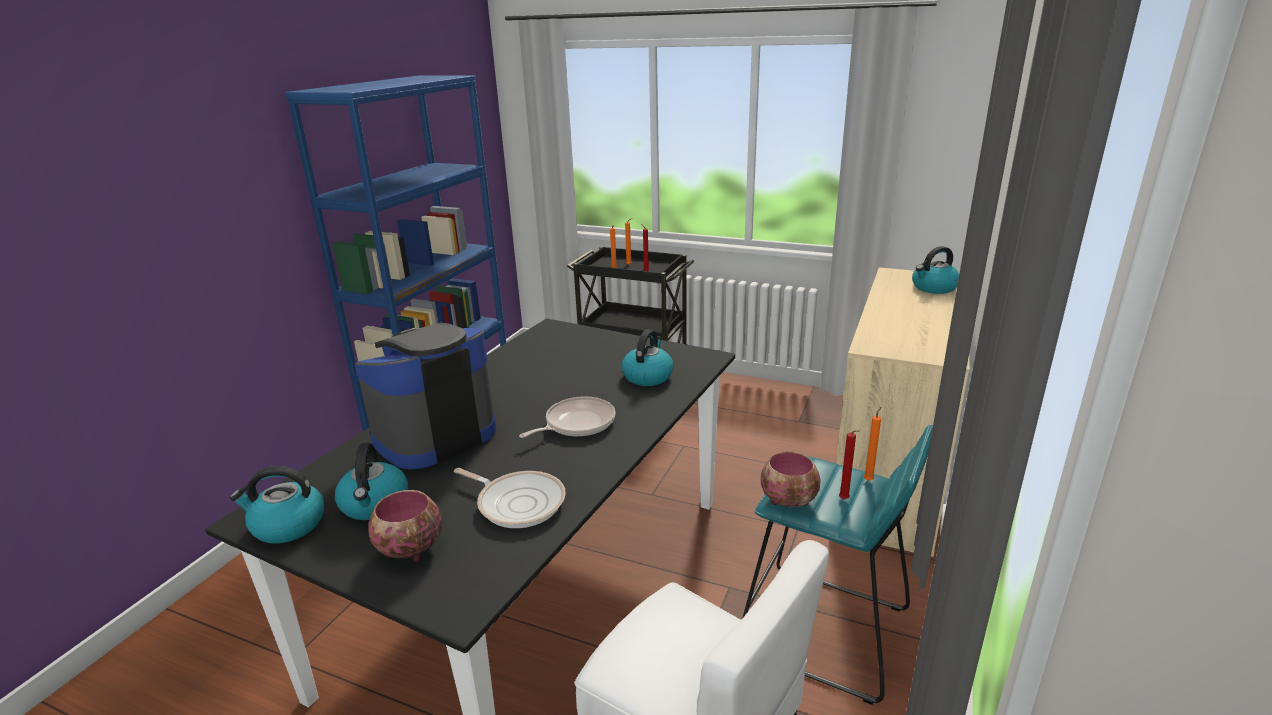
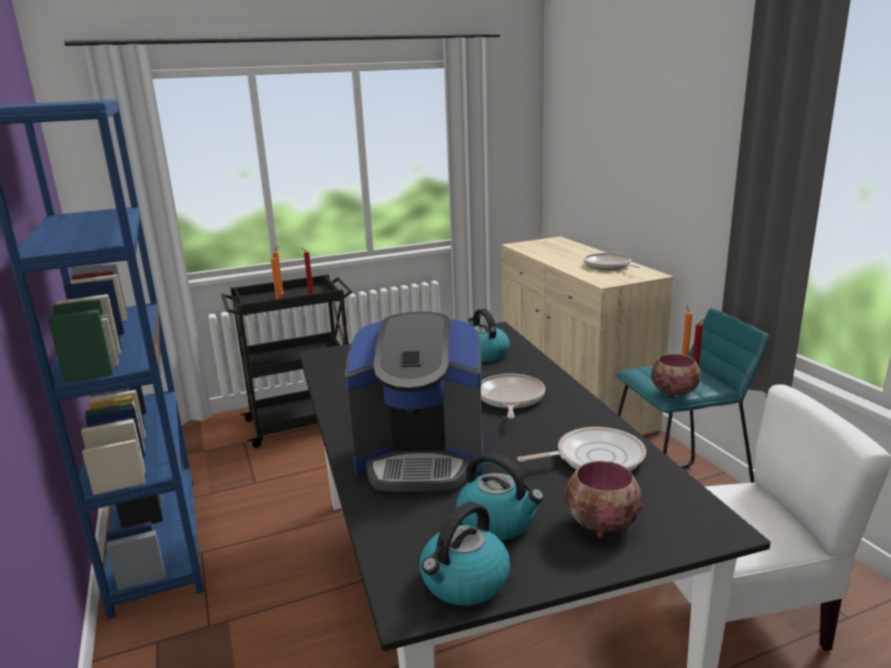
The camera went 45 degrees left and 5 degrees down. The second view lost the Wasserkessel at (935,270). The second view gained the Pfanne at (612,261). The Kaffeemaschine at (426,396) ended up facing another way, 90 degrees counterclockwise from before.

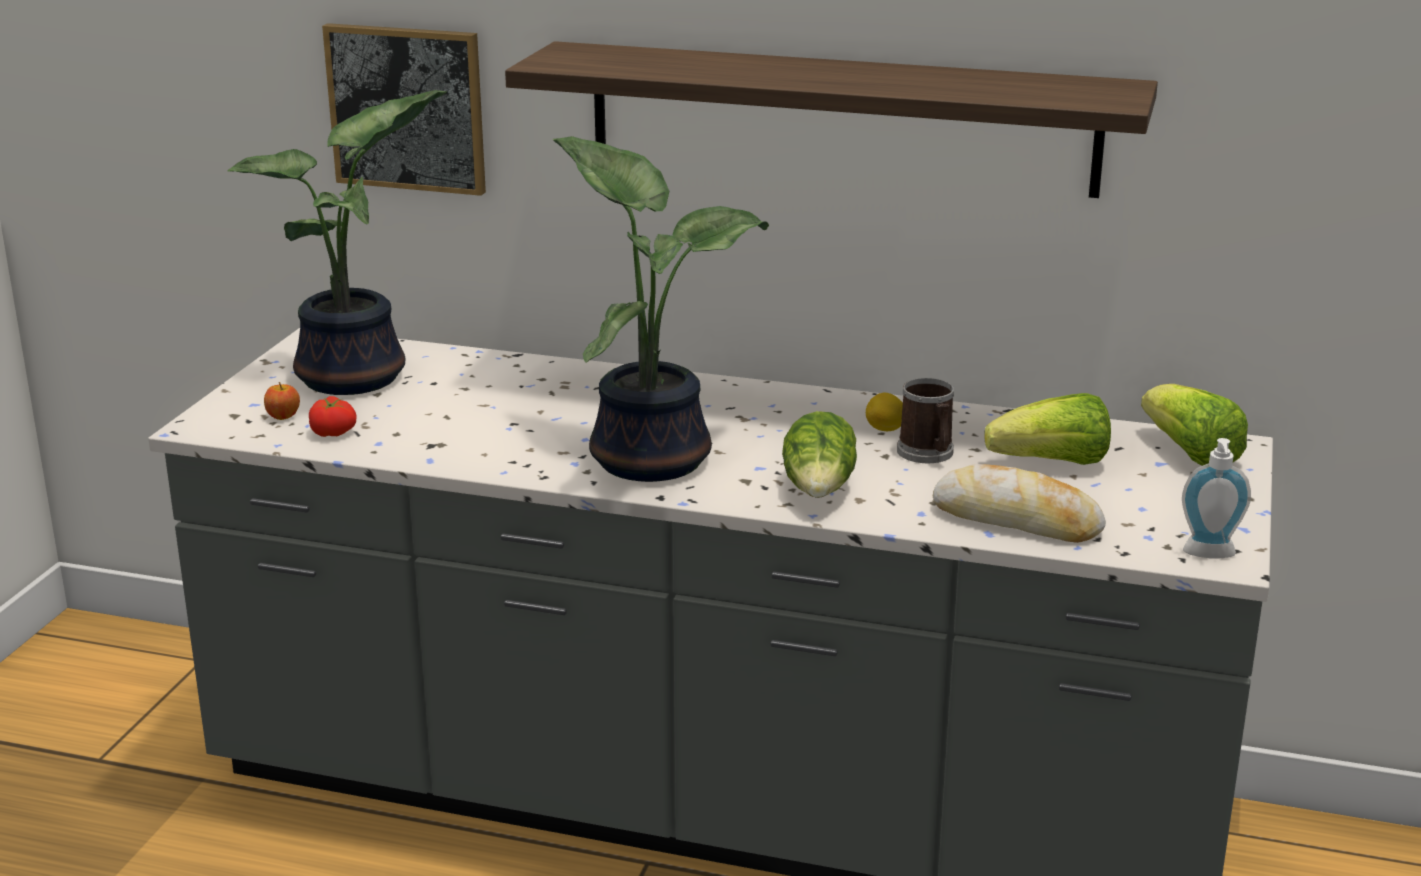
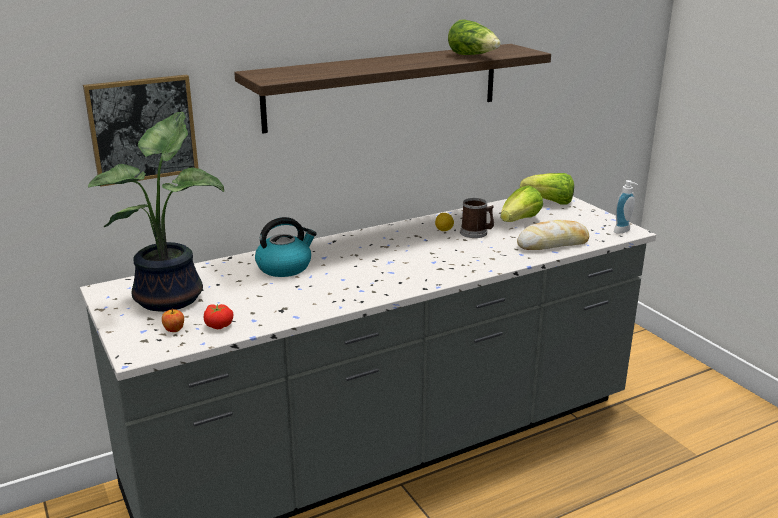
The camera went 45 degrees left and 0 degrees up. The second view lost the Topfpflanze at (661,309). The second view gained the Wasserkessel at (286,247). The Salatkopf ended up elsewhere, having gone from (819,454) to (474,37).

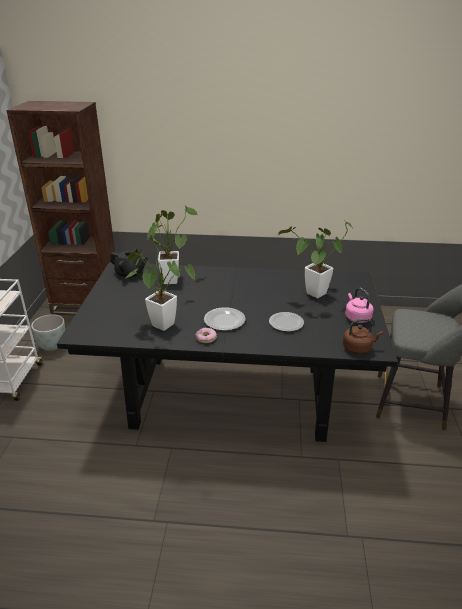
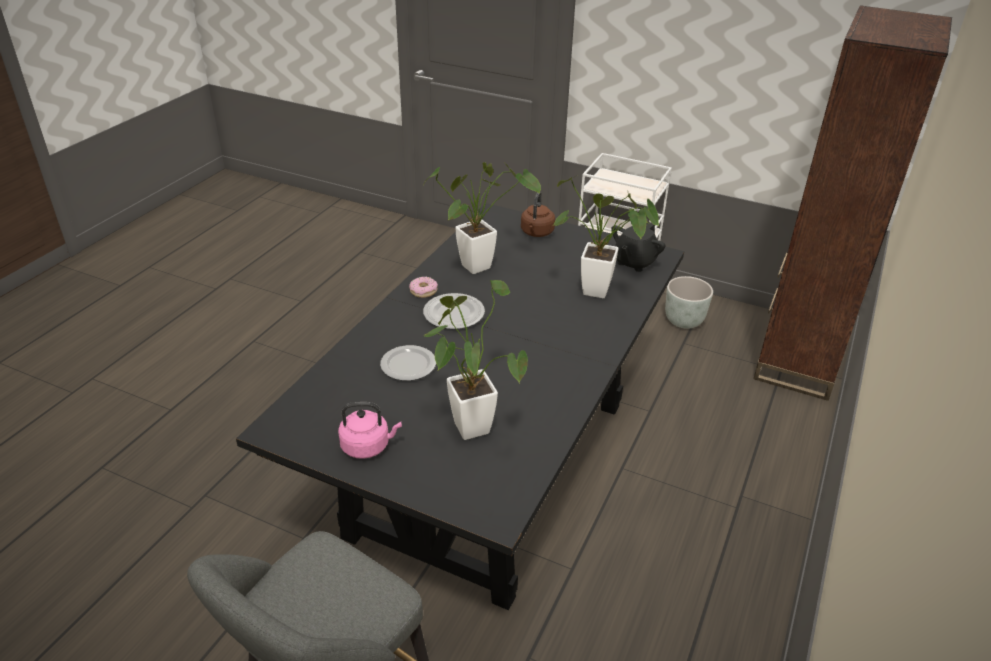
The camera went 110 degrees right and 5 degrees up. The Wasserkessel [braun] ended up elsewhere, having gone from (363,336) to (538,214).

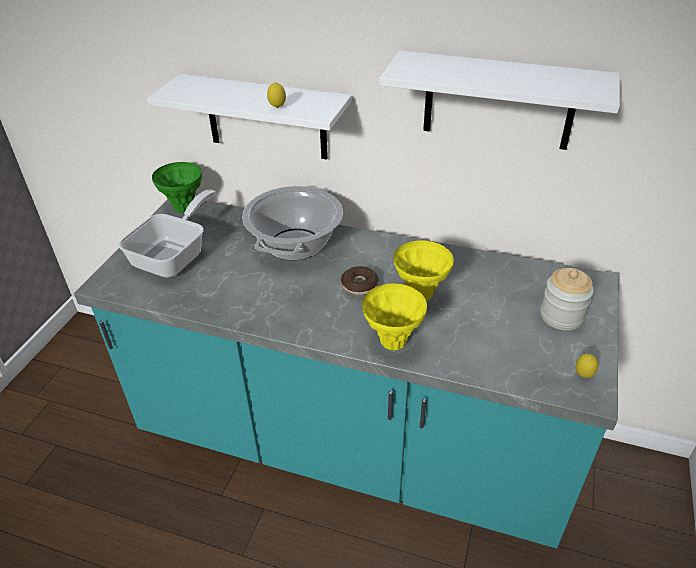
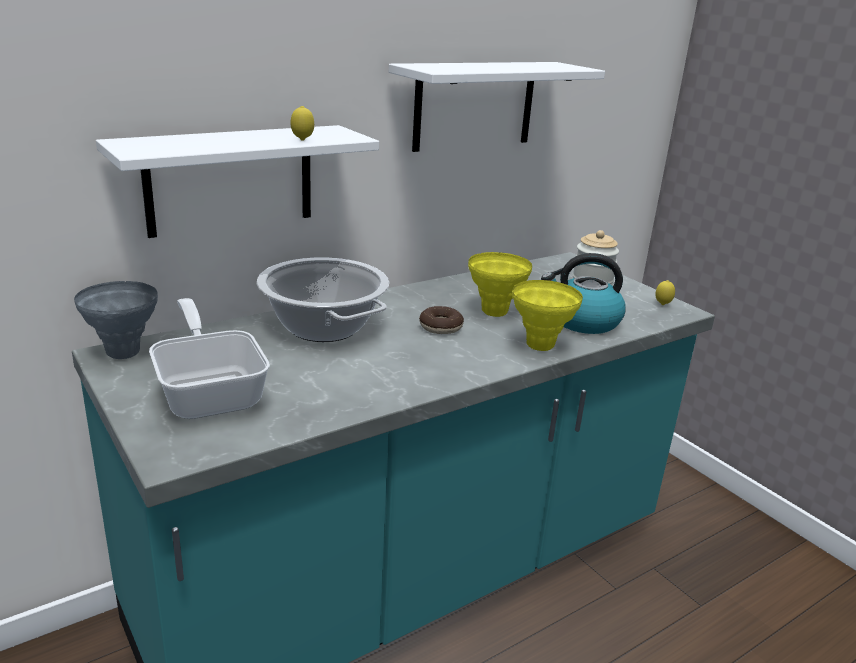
The camera went 55 degrees left and 15 degrees down. The second view gained the Wasserkessel at (583,293). What was the Vase [grün] at (177,187) turned into the Vase [grau] at (116,320).

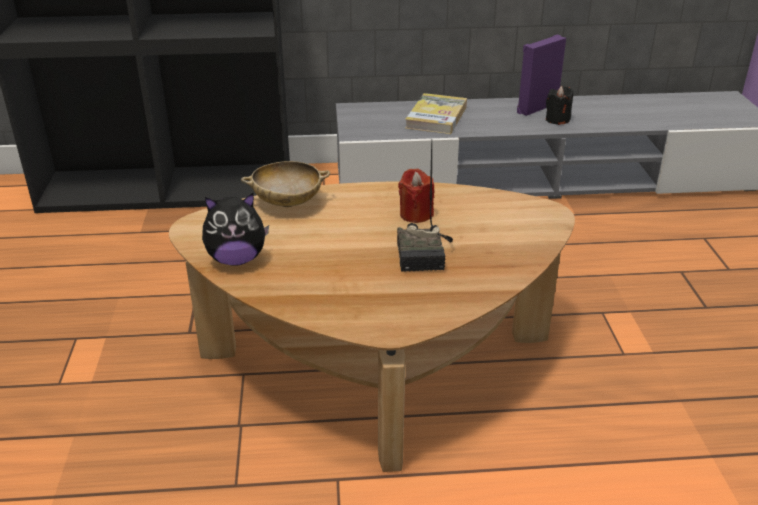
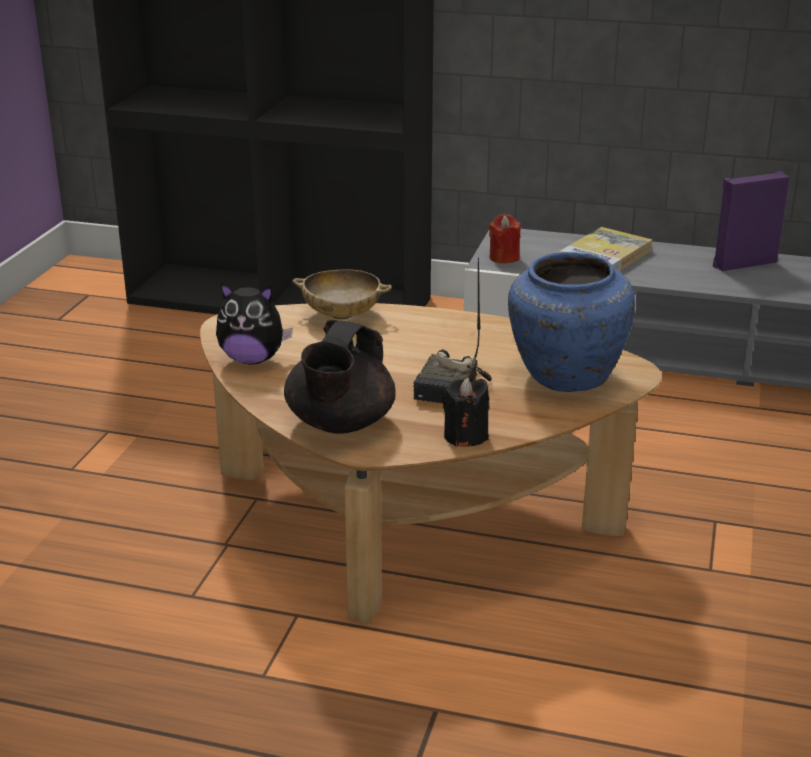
The camera went 20 degrees right and 5 degrees down. The second view gained the Teekanne [schwarz] at (339,377). The second view gained the Vase [blau] at (571,322). The Kerze [rot] ended up elsewhere, having gone from (416,196) to (505,238). The Kerze [schwarz] ended up elsewhere, having gone from (559,105) to (466,412).

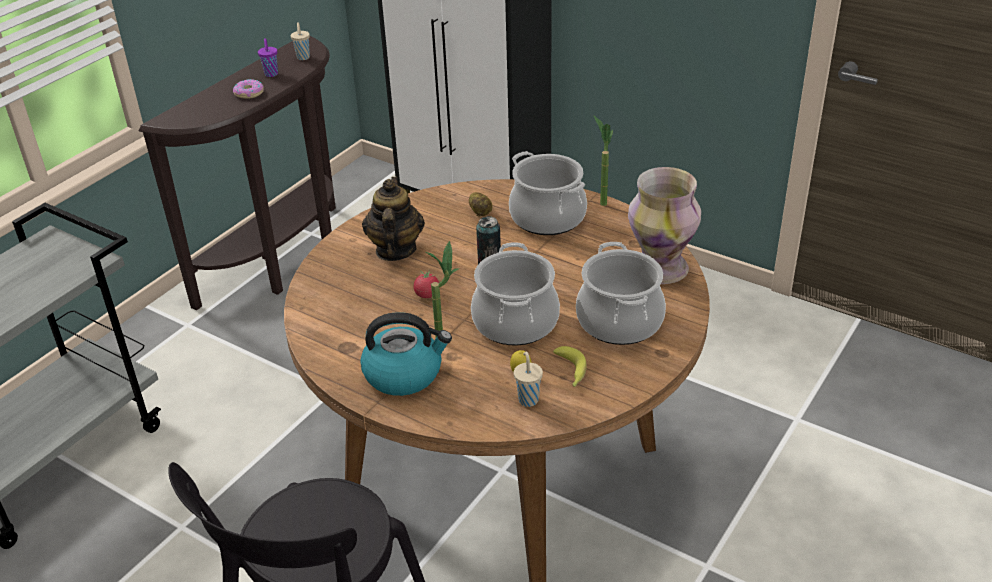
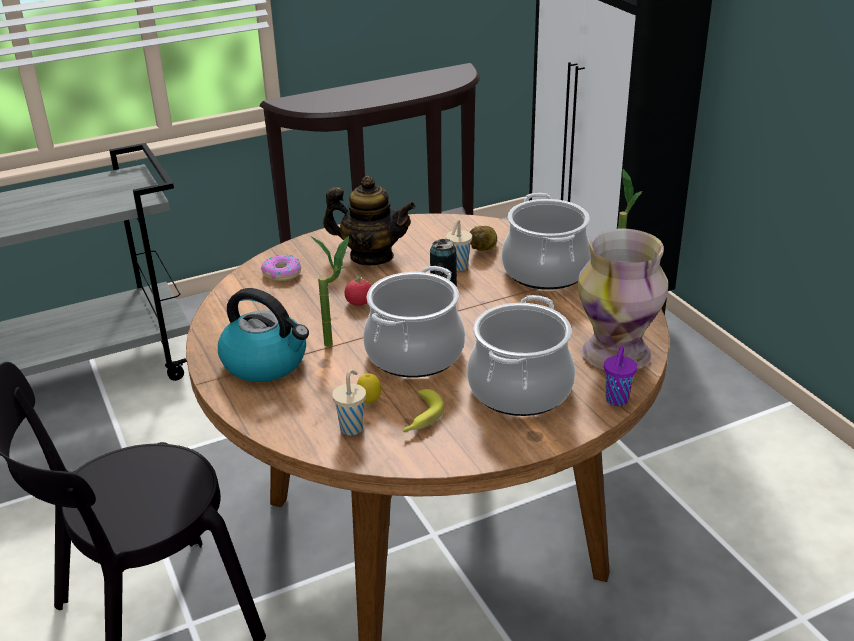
The camera went 30 degrees right and 5 degrees down. The Donut ended up elsewhere, having gone from (248,89) to (281,268). The Tasse [lila] ended up elsewhere, having gone from (268,57) to (620,376). The Tasse [beige] ended up elsewhere, having gone from (300,41) to (459,245). The Teekanne at (393,219) ended up facing another way, 75 degrees clockwise from before.

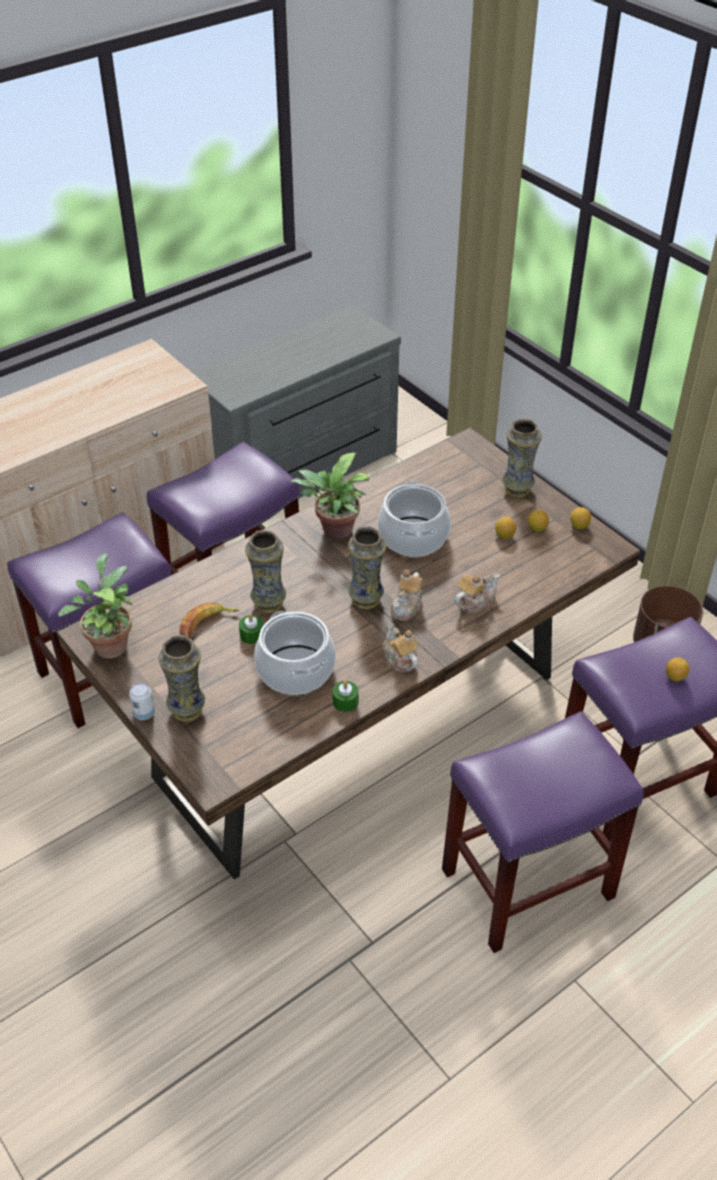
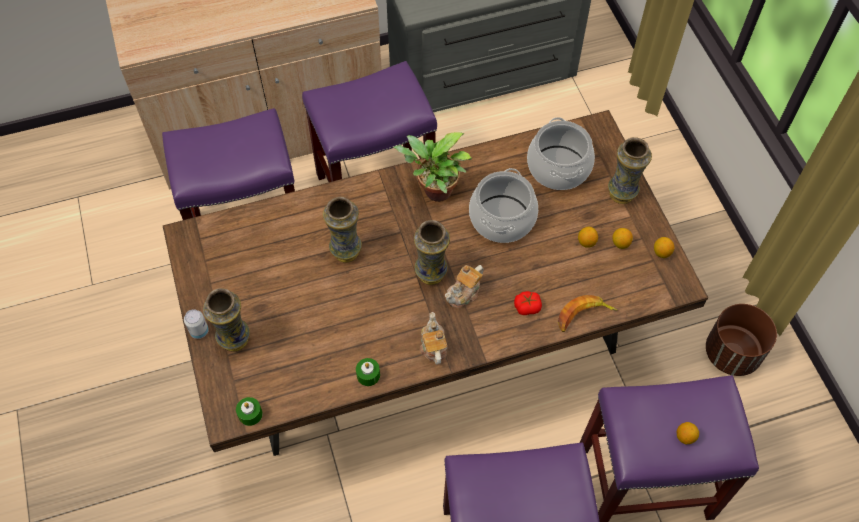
The camera went 20 degrees right and 15 degrees up. The second view lost the Topfpflanze at (95,606). The Banane ended up elsewhere, having gone from (210,621) to (587,313). The Kerze [grün] ended up elsewhere, having gone from (251,629) to (249,411). The Kochtopf ended up elsewhere, having gone from (295,653) to (561,153). Where the Teekanne stood at (477,593), the Tomate came to stand at (528,303).

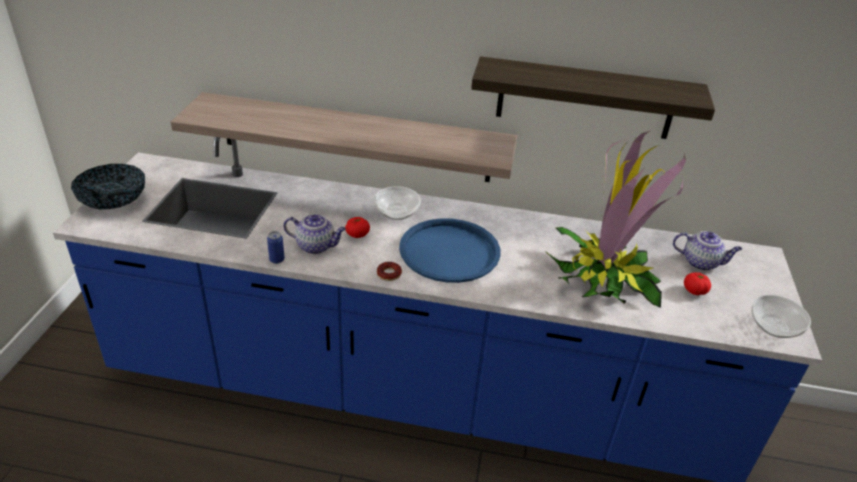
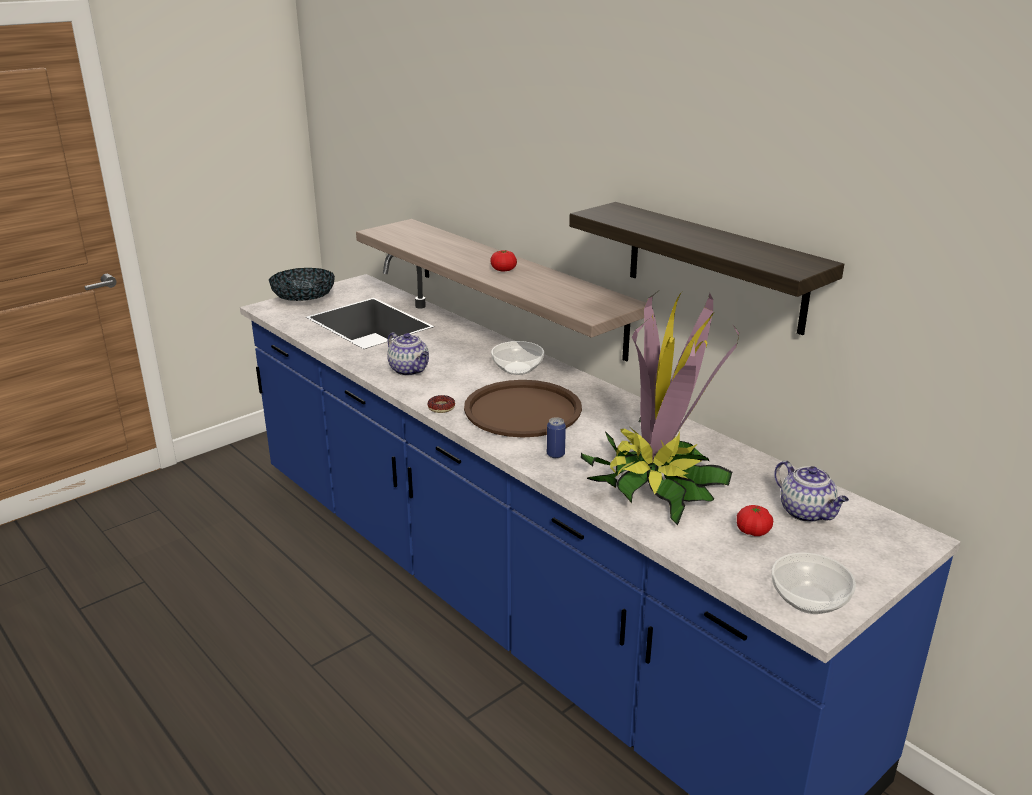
The camera went 40 degrees right and 10 degrees down. The Dose ended up elsewhere, having gone from (276,247) to (556,437). The Tomate ended up elsewhere, having gone from (357,227) to (503,260). What was the Tablett [blau] at (449,250) turned into the Tablett [braun] at (523,408).

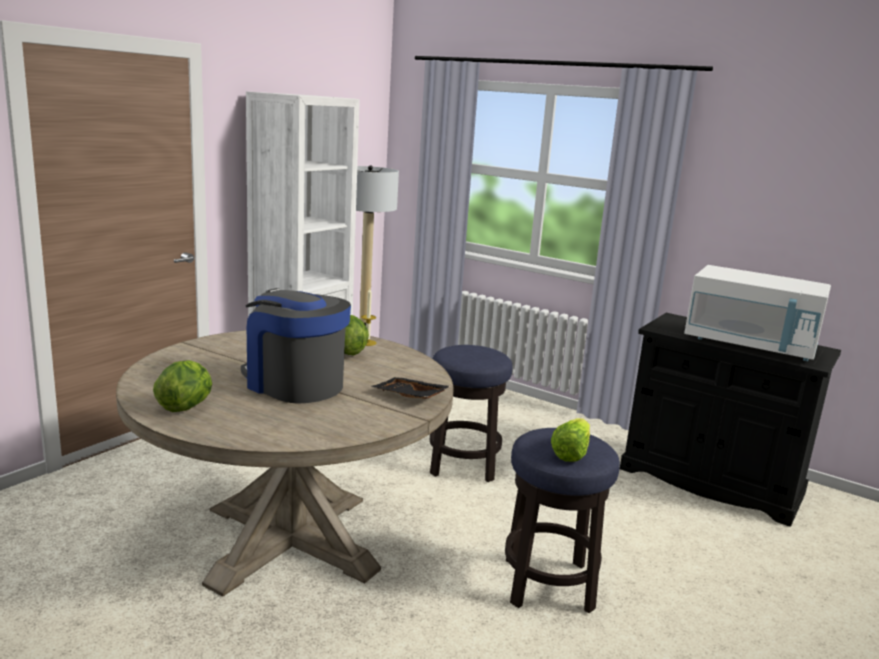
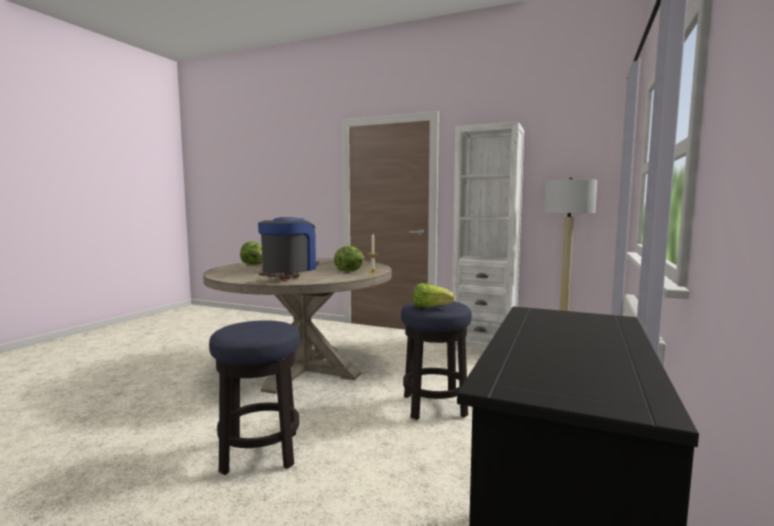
The camera went 80 degrees right and 10 degrees down. The second view lost the Mikrowelle [weiß] at (757,313). The Salatkopf ended up elsewhere, having gone from (570,440) to (434,295).

